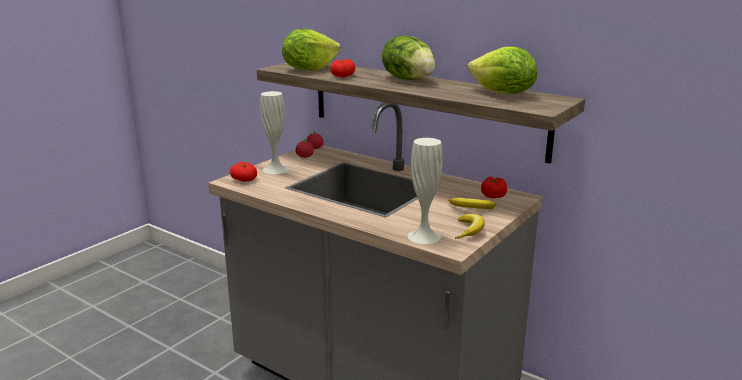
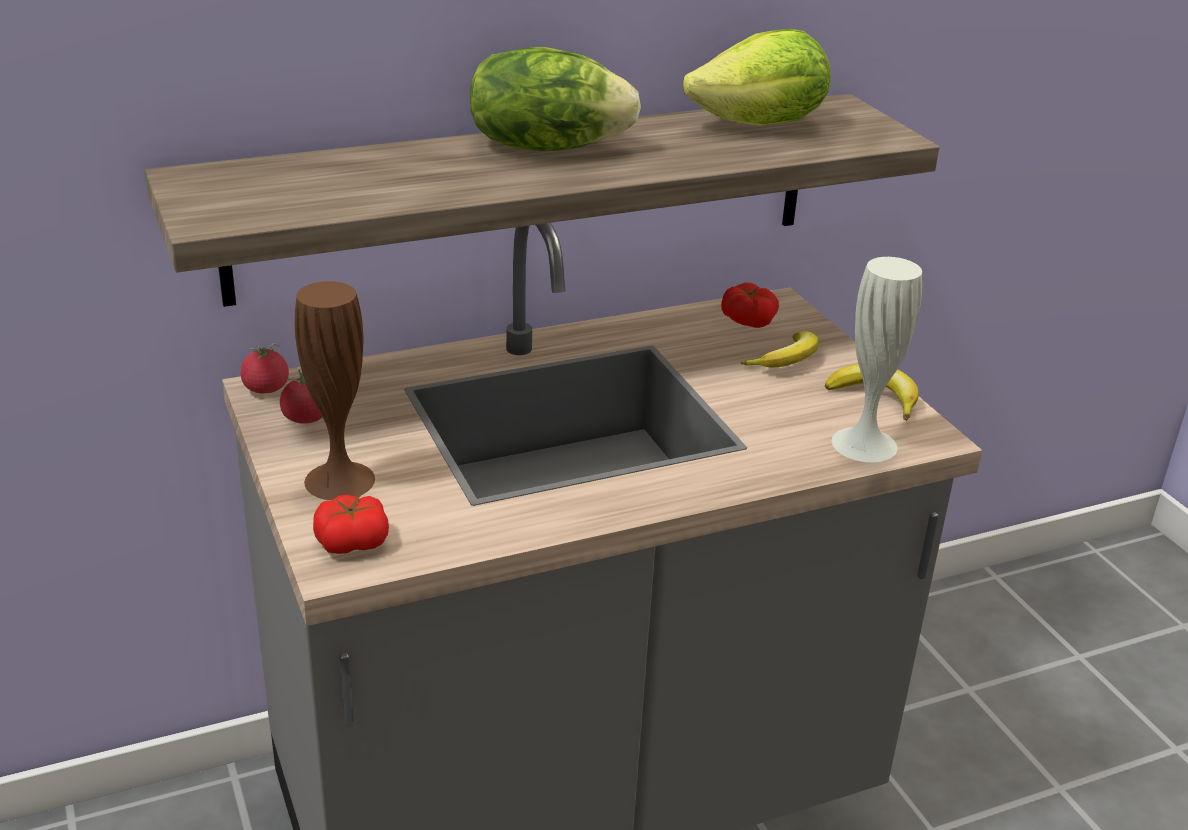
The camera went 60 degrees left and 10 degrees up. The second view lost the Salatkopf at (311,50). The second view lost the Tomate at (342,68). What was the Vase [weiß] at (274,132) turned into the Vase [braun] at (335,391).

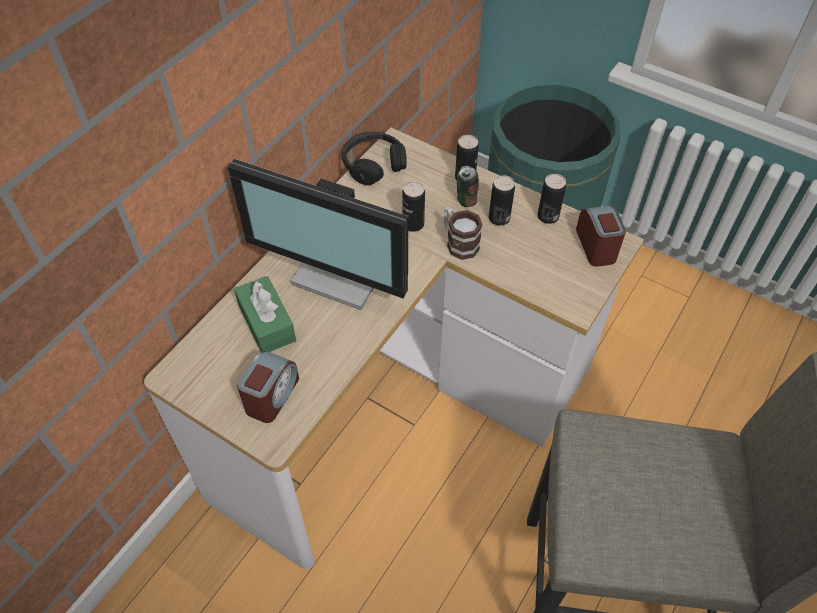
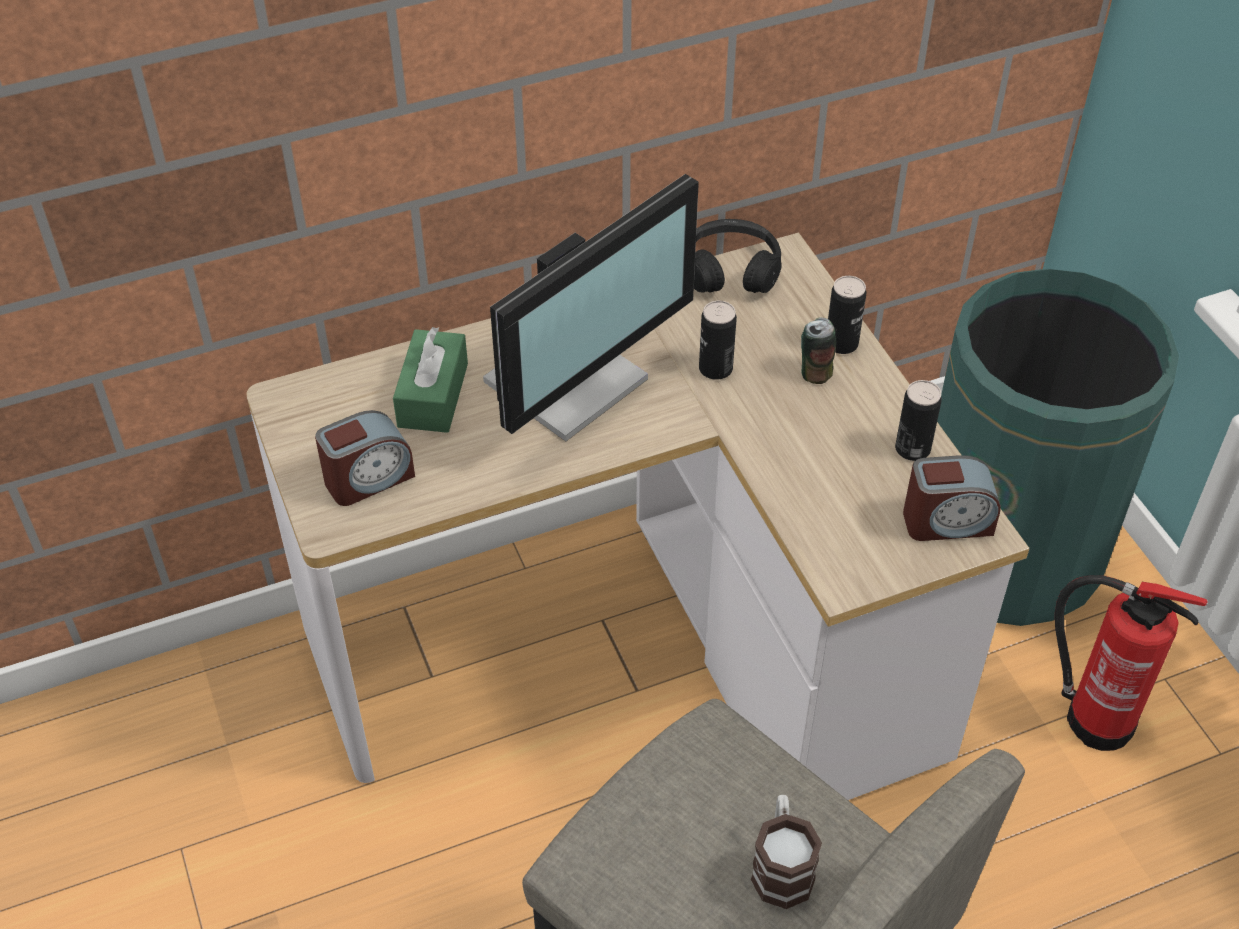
The camera went 35 degrees right and 5 degrees down. The second view lost the Dose at (502,200). The second view gained the Feuerlöscher at (1131,663). The Henkelbecher ended up elsewhere, having gone from (463,233) to (786,852). The Monitor at (318,234) ended up facing another way, 105 degrees counterclockwise from before. The Wecker at (601,236) ended up facing another way, 60 degrees clockwise from before.

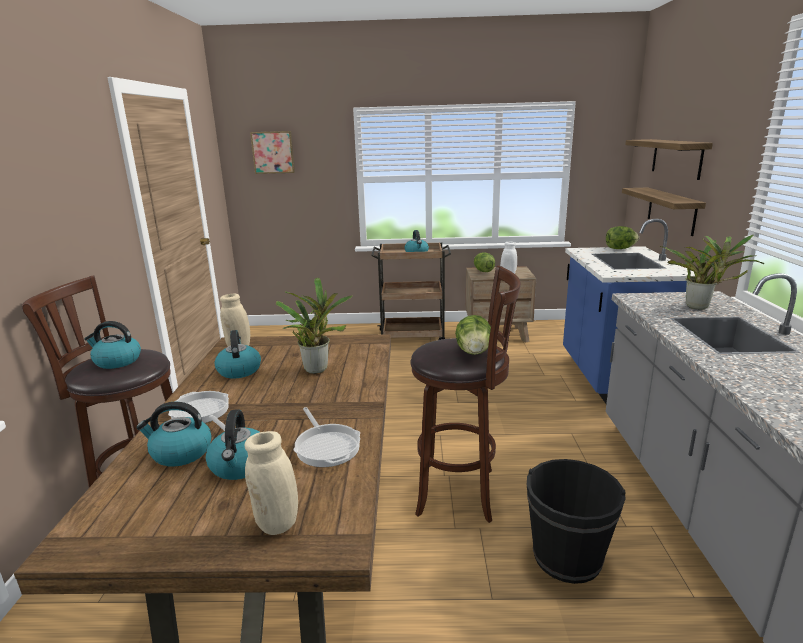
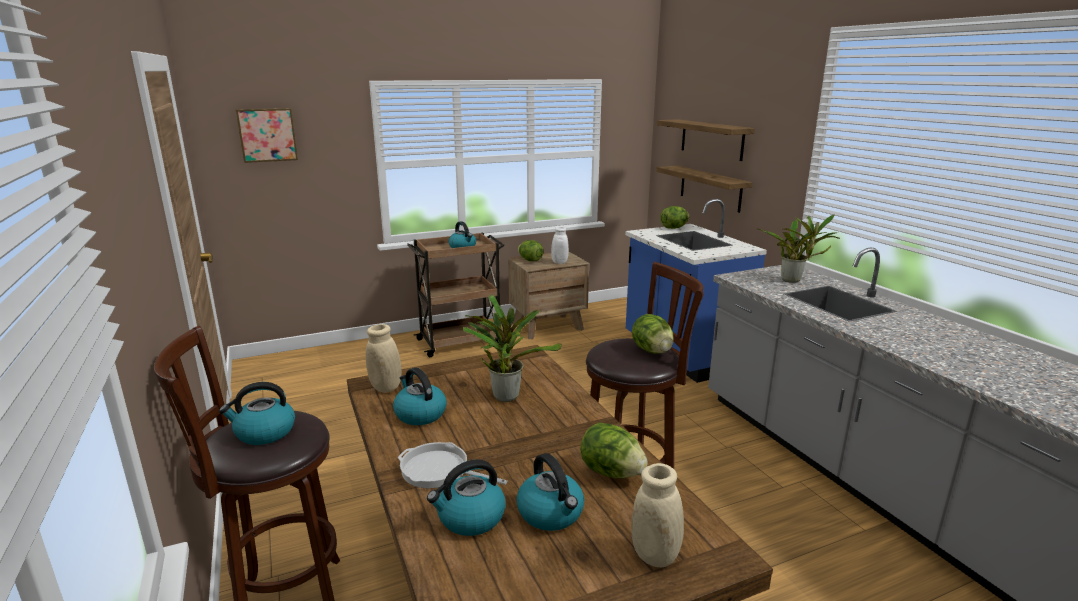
The camera went 25 degrees left and 0 degrees up. The second view lost the Eimer [schwarz] at (576,521). Where the Pfanne stood at (326,437), the Salatkopf came to stand at (614,450).

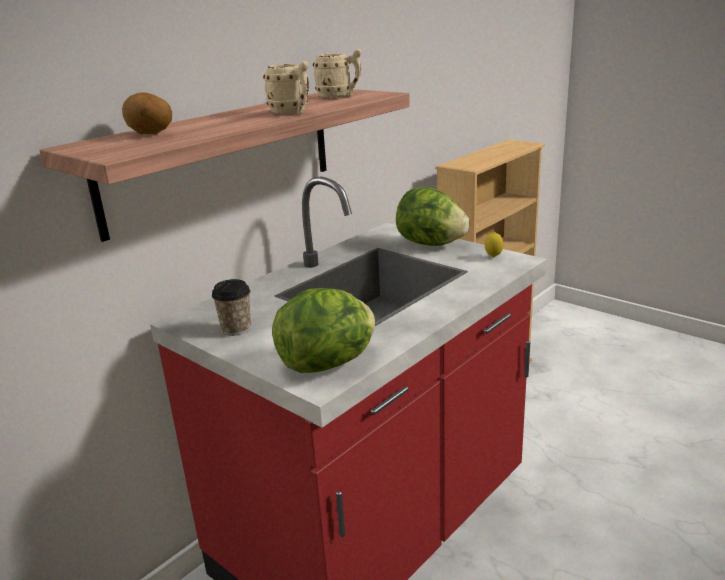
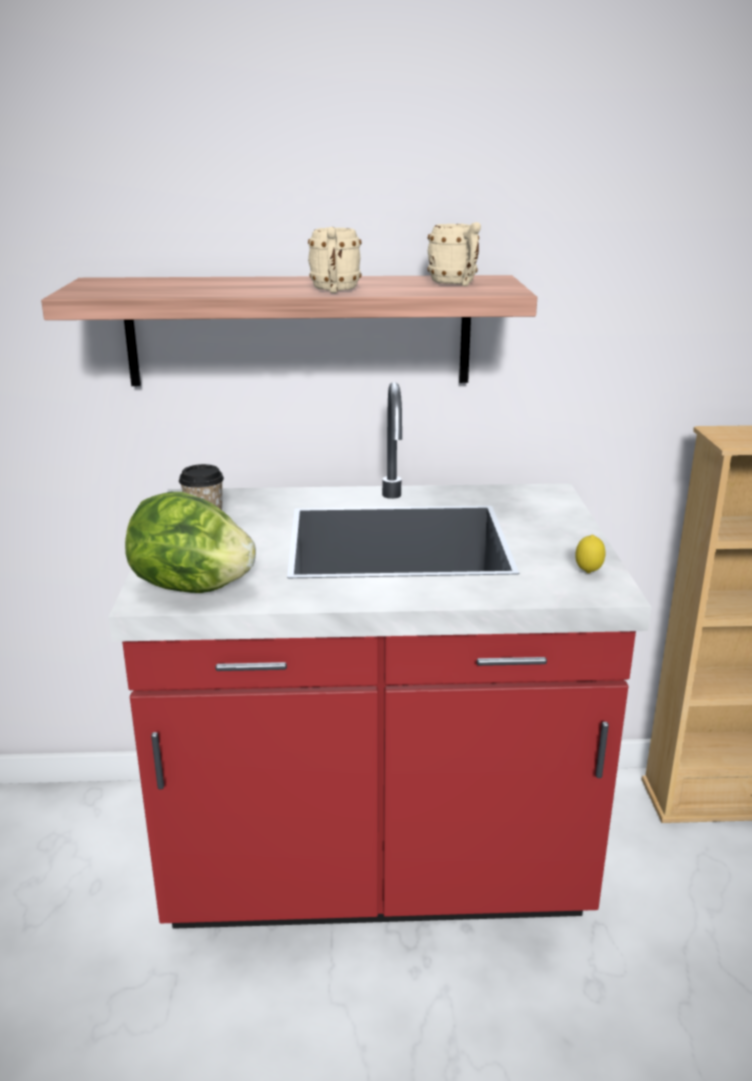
The camera went 45 degrees right and 0 degrees up. The second view lost the Kartoffel at (147,113). The second view lost the Salatkopf at (432,216).

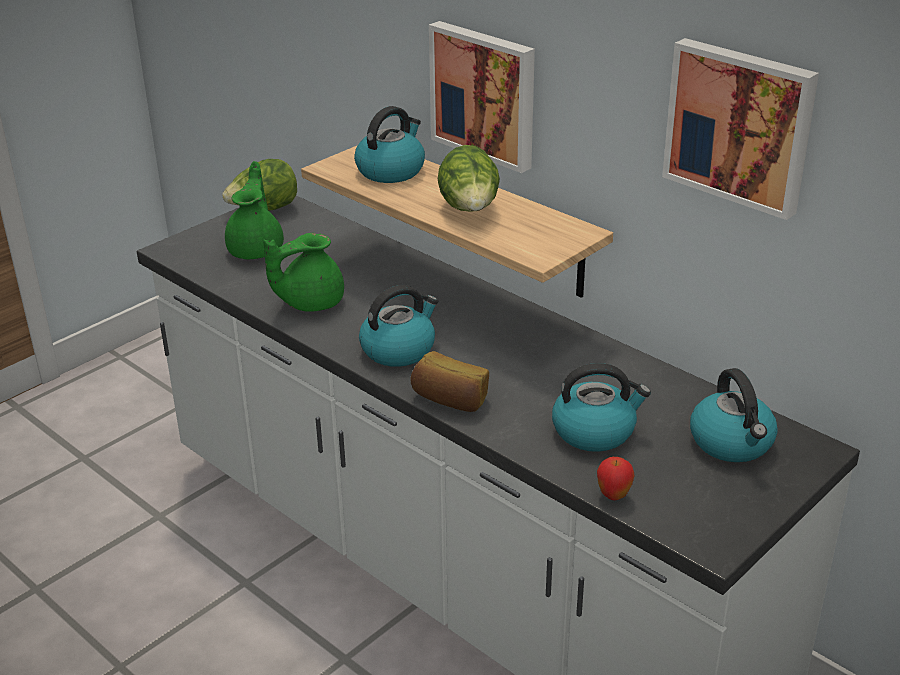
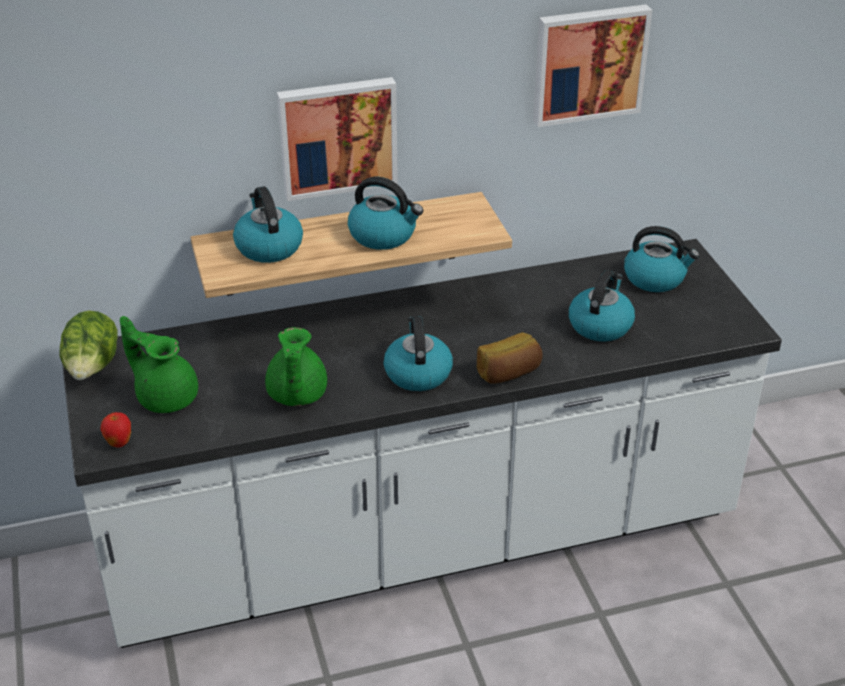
The camera went 60 degrees left and 5 degrees up. The Apfel ended up elsewhere, having gone from (615,478) to (116,430). Where the Salatkopf stood at (469,178), the Wasserkessel came to stand at (385,213).

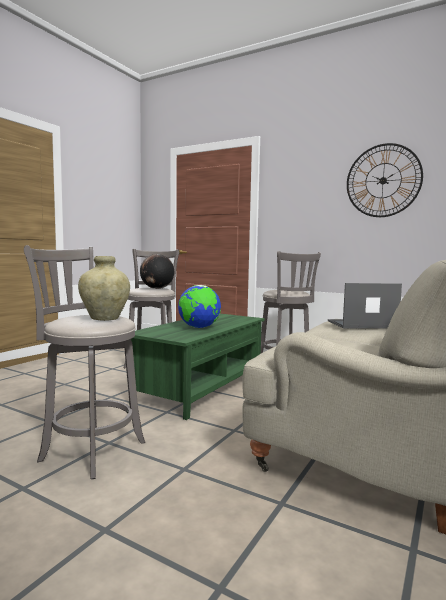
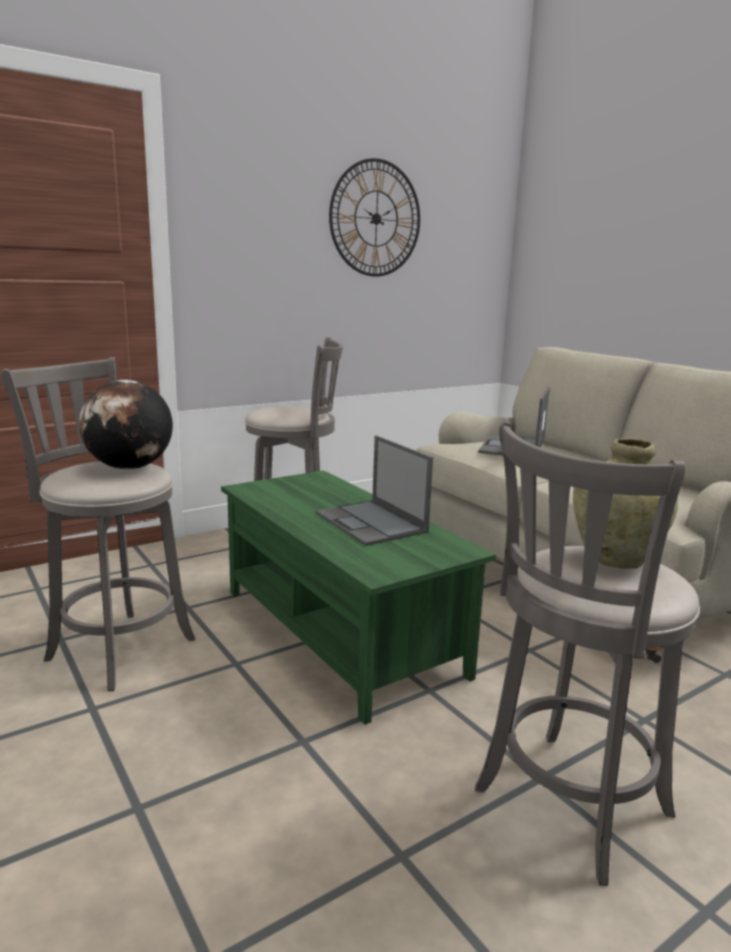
The camera went 65 degrees left and 10 degrees up. Where the Globus stood at (199,306), the Laptop came to stand at (374,490).

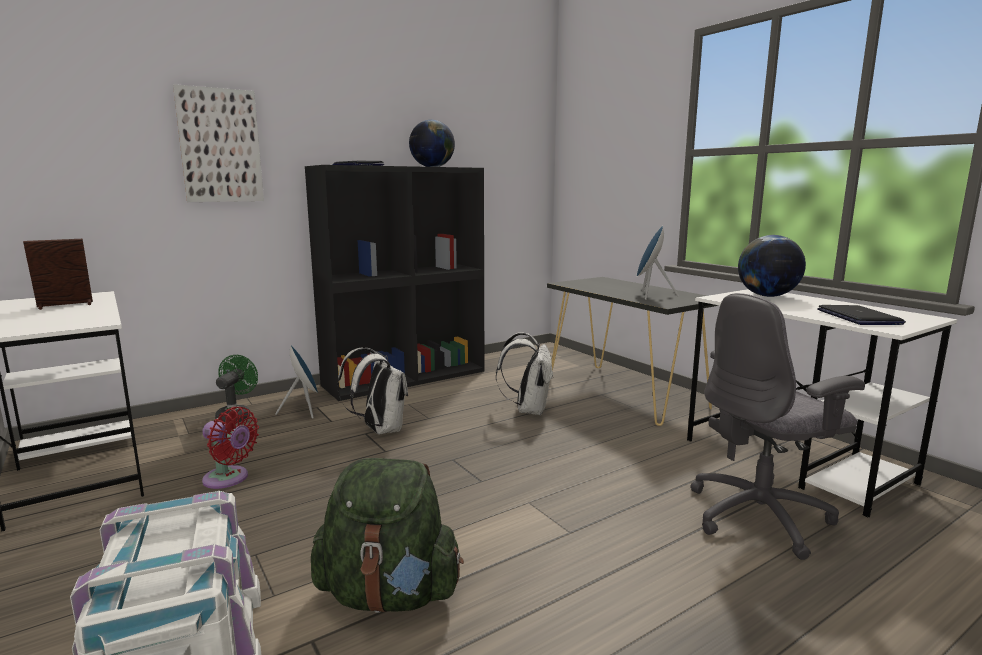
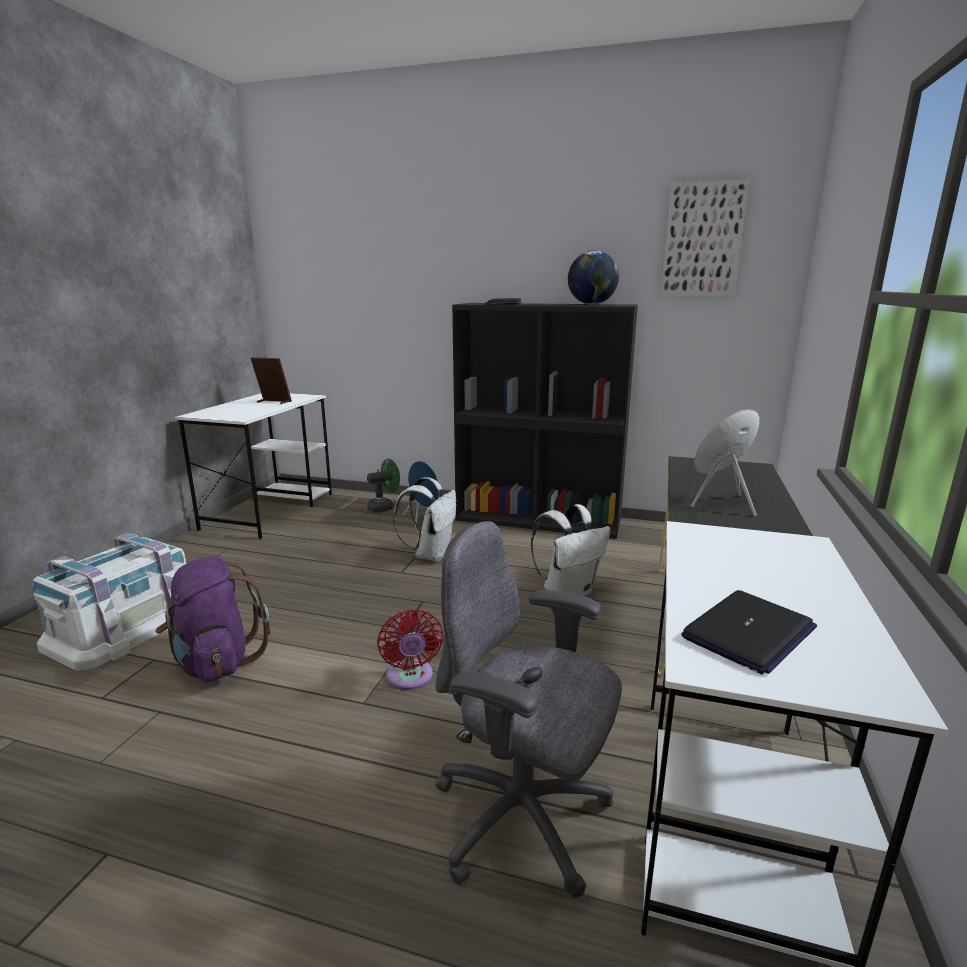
The camera went 50 degrees right and 5 degrees up. The second view lost the Globus at (772,266). The Bild ended up elsewhere, having gone from (218,143) to (705,238). The Ventilator [rot] ended up elsewhere, having gone from (230,448) to (410,649). What was the Rucksack [grün] at (387,535) turned into the Rucksack [lila] at (212,619).

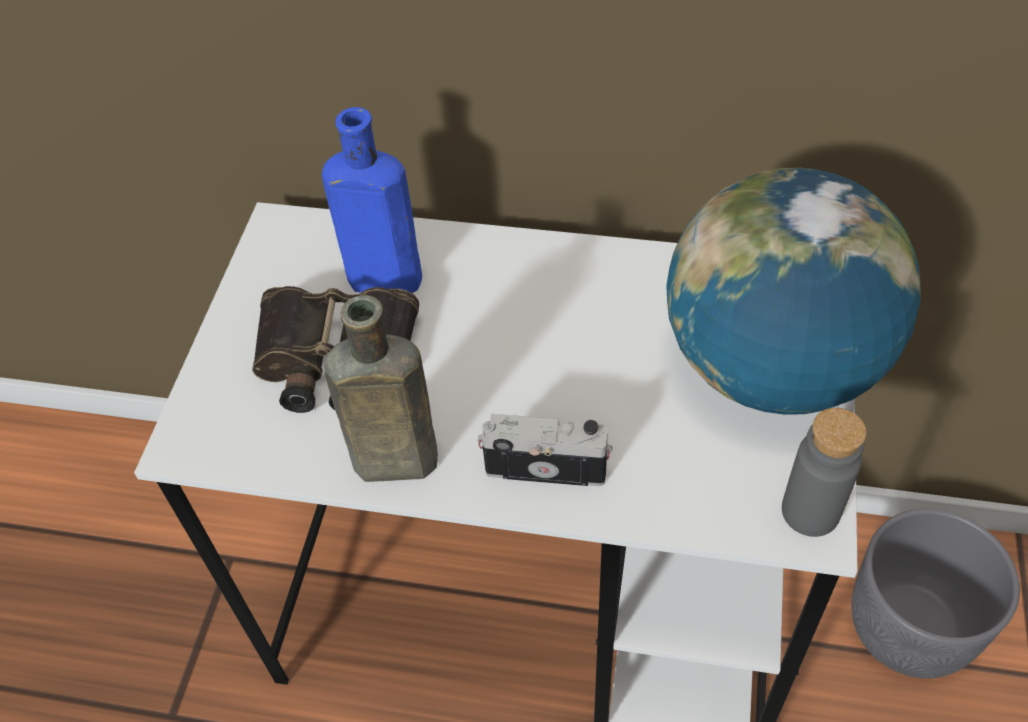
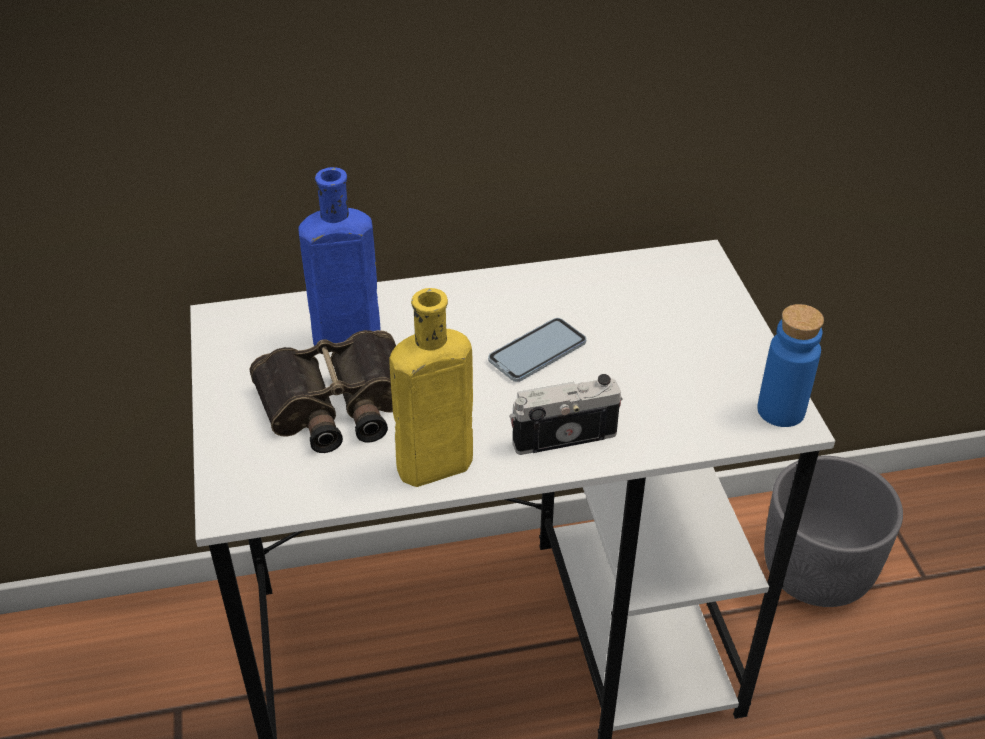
The camera went 25 degrees left and 10 degrees down. The second view lost the Globus at (793,291). The second view gained the Handy at (537,350). What was the Flasche [braun] at (381,388) turned into the Flasche [gelb] at (431,387). What was the Flasche [grau] at (824,472) turned into the Flasche [blau] at (790,365).

